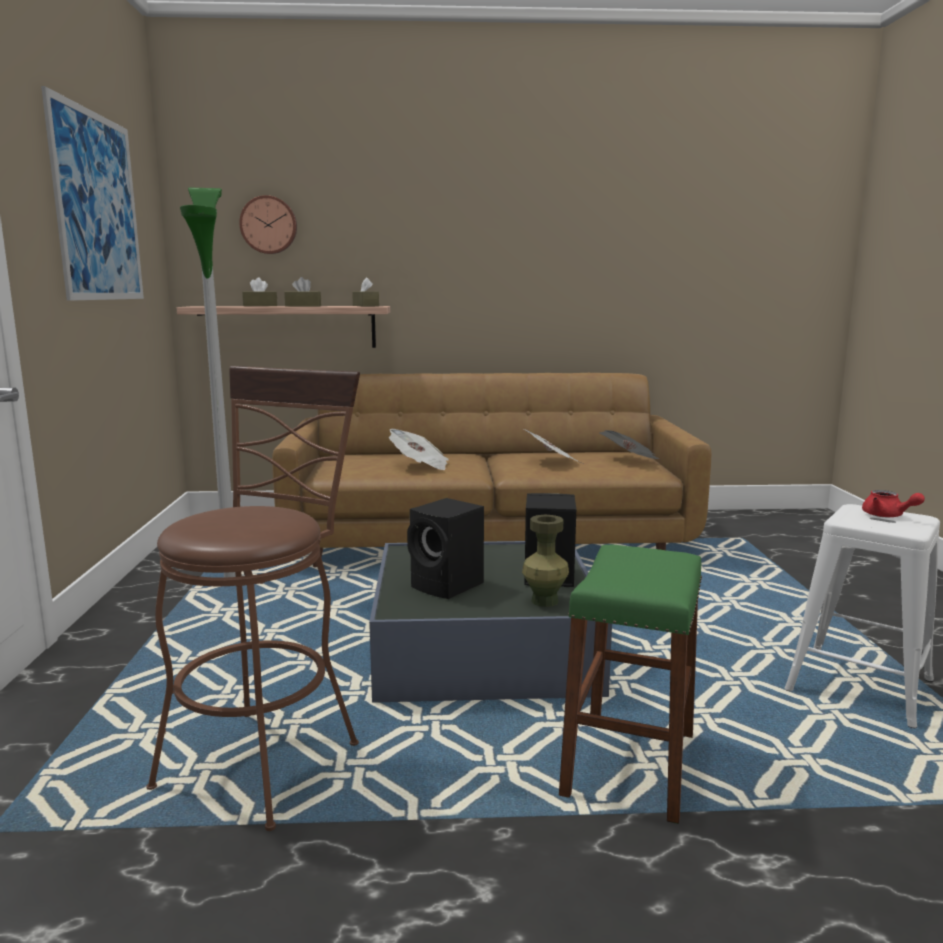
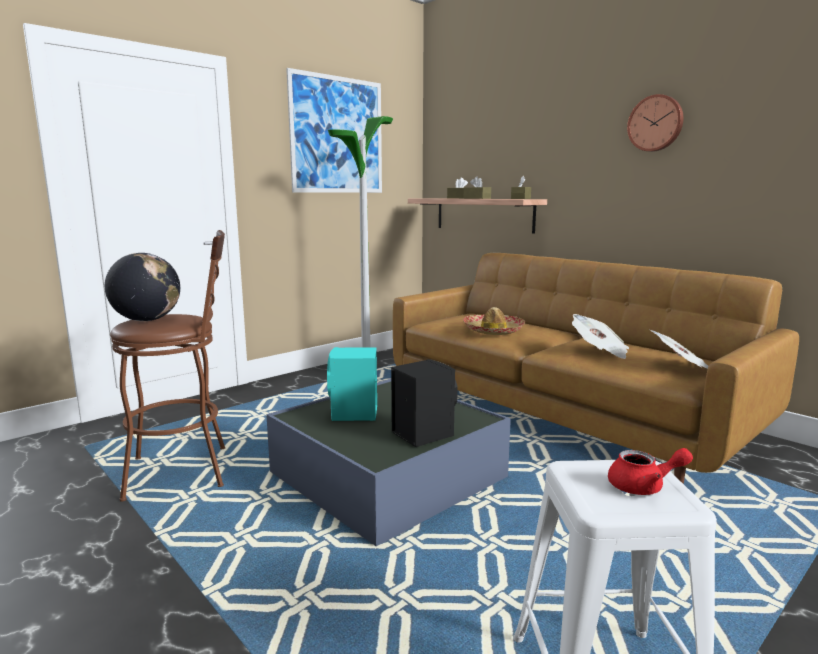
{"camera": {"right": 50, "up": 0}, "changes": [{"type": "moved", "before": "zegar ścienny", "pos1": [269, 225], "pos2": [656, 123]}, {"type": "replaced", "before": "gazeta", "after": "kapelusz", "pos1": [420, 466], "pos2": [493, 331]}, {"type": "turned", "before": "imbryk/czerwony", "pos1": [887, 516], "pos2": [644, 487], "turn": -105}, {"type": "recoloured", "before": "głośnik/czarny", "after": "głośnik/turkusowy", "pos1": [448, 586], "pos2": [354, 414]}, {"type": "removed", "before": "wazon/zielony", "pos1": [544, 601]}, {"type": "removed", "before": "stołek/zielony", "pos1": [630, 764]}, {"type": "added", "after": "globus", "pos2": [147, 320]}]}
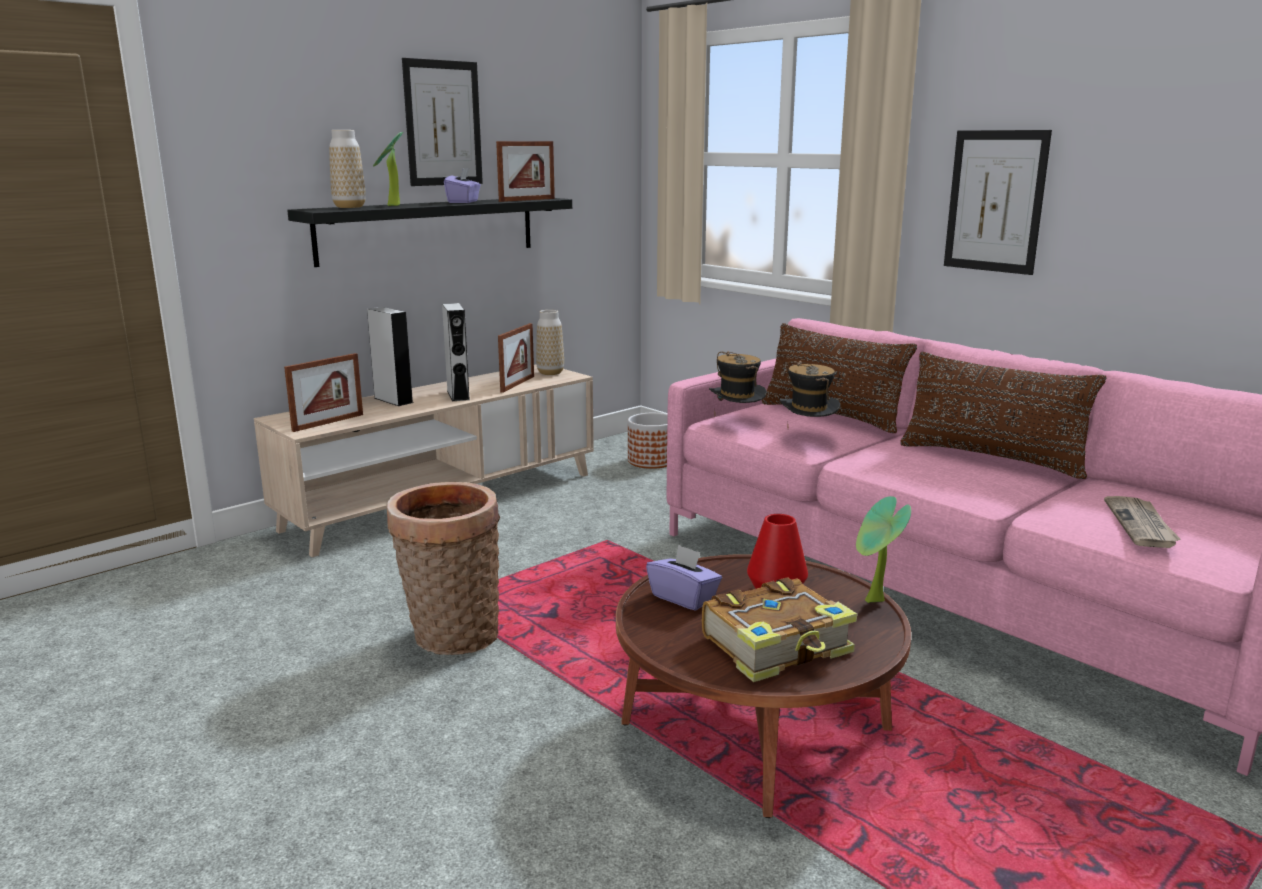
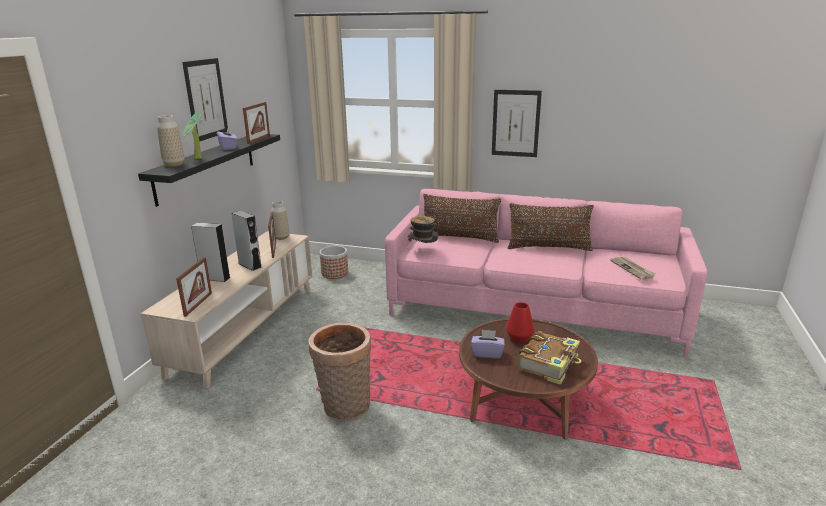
{"camera": {"right": -30, "up": 5}, "changes": [{"type": "removed", "before": "kapelusz", "pos1": [807, 438]}, {"type": "removed", "before": "roślina doniczkowa", "pos1": [874, 602]}]}
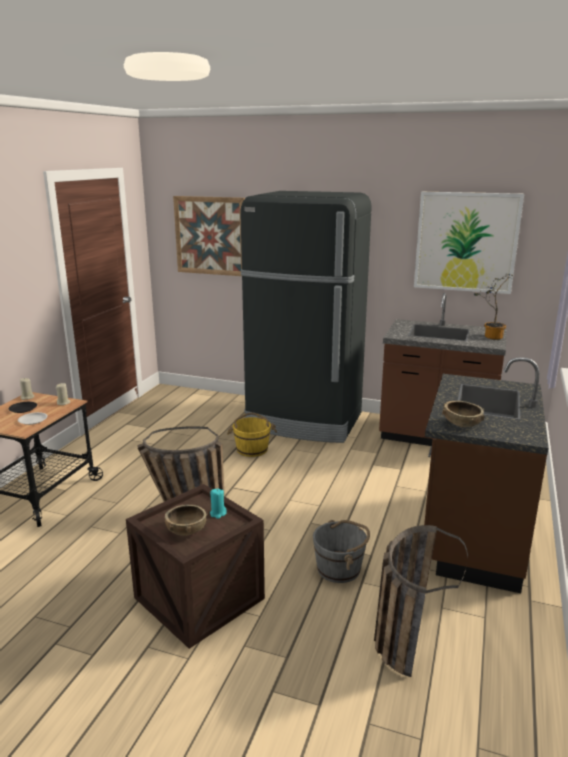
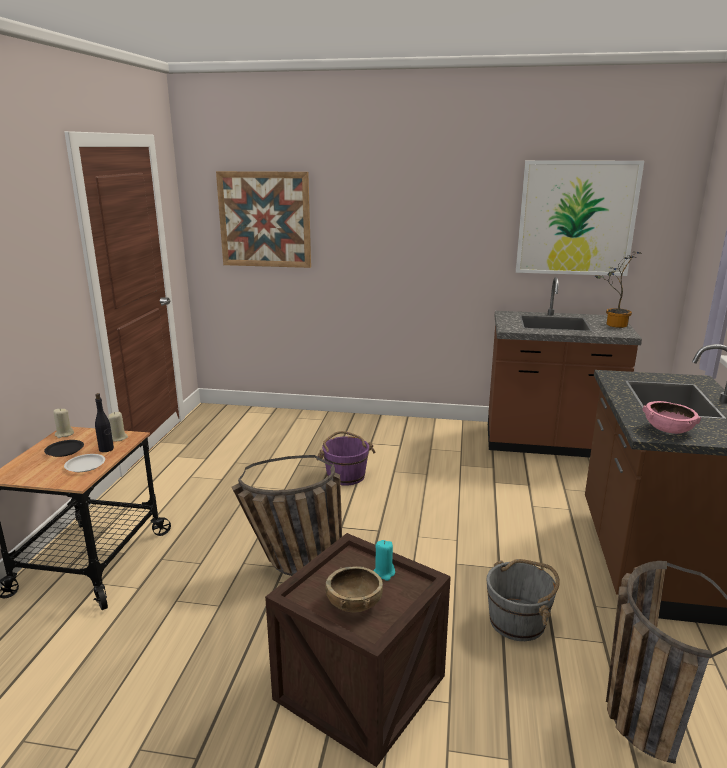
{"camera": {"right": -10, "up": 0}, "changes": [{"type": "removed", "before": "lodówka/czarny", "pos1": [304, 421]}, {"type": "recoloured", "before": "miska/brązowy", "after": "miska/różowy", "pos1": [461, 424], "pos2": [667, 430]}, {"type": "recoloured", "before": "wiadro/żółty", "after": "wiadro/fioletowy", "pos1": [252, 449], "pos2": [346, 475]}, {"type": "added", "after": "butelka/czarny", "pos2": [106, 449]}]}
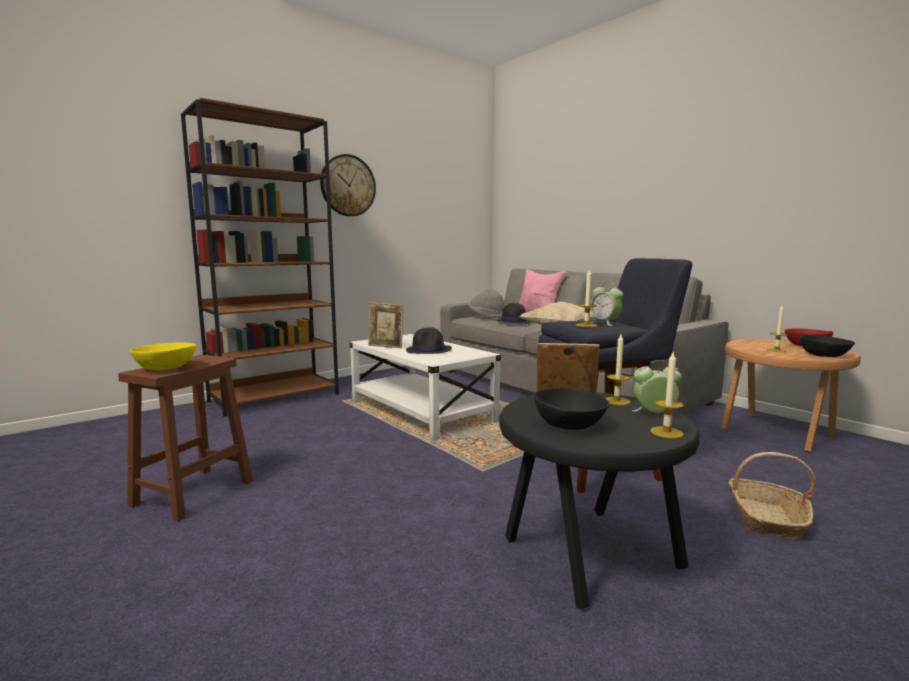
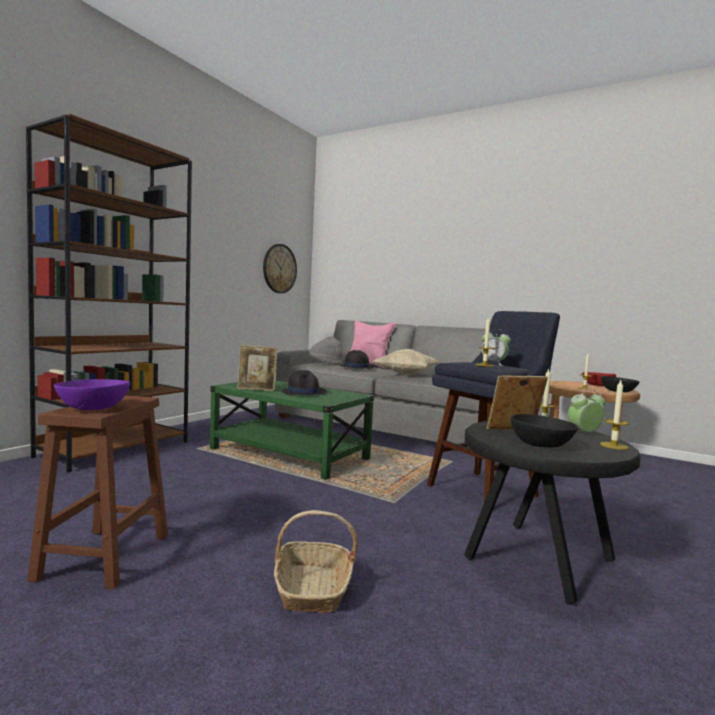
{"camera": {"right": -20, "up": -5}, "changes": [{"type": "moved", "before": "zegar ścienny", "pos1": [348, 185], "pos2": [279, 268]}, {"type": "recoloured", "before": "ława/biały", "after": "ława/zielony", "pos1": [421, 411], "pos2": [289, 454]}, {"type": "recoloured", "before": "miska/żółty", "after": "miska/fioletowy", "pos1": [165, 368], "pos2": [92, 408]}, {"type": "moved", "before": "koszyk", "pos1": [766, 518], "pos2": [312, 588]}]}
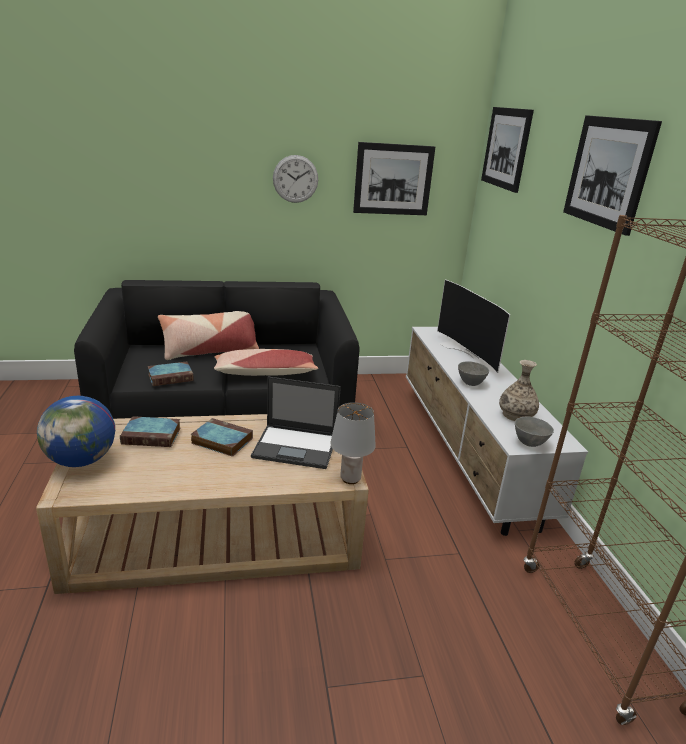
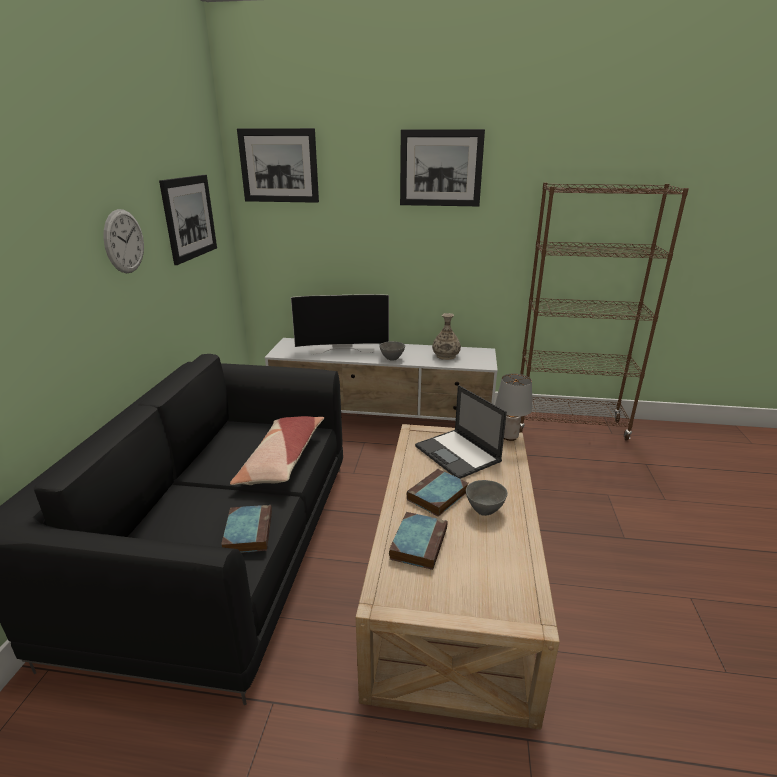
{"camera": {"right": -70, "up": 0}, "changes": [{"type": "removed", "before": "poduszka", "pos1": [210, 352]}, {"type": "turned", "before": "laptop", "pos1": [296, 447], "pos2": [458, 454], "turn": 120}, {"type": "removed", "before": "globus", "pos1": [82, 460]}, {"type": "moved", "before": "miska/szary", "pos1": [530, 443], "pos2": [484, 510]}]}
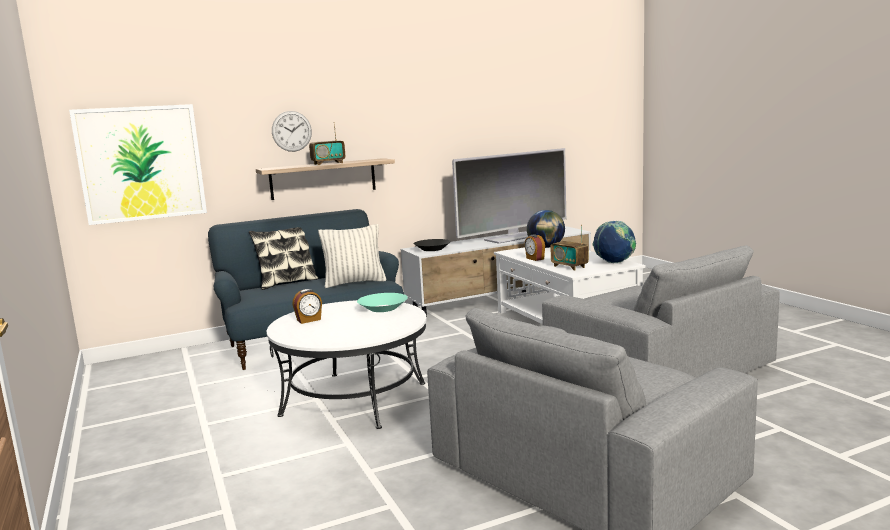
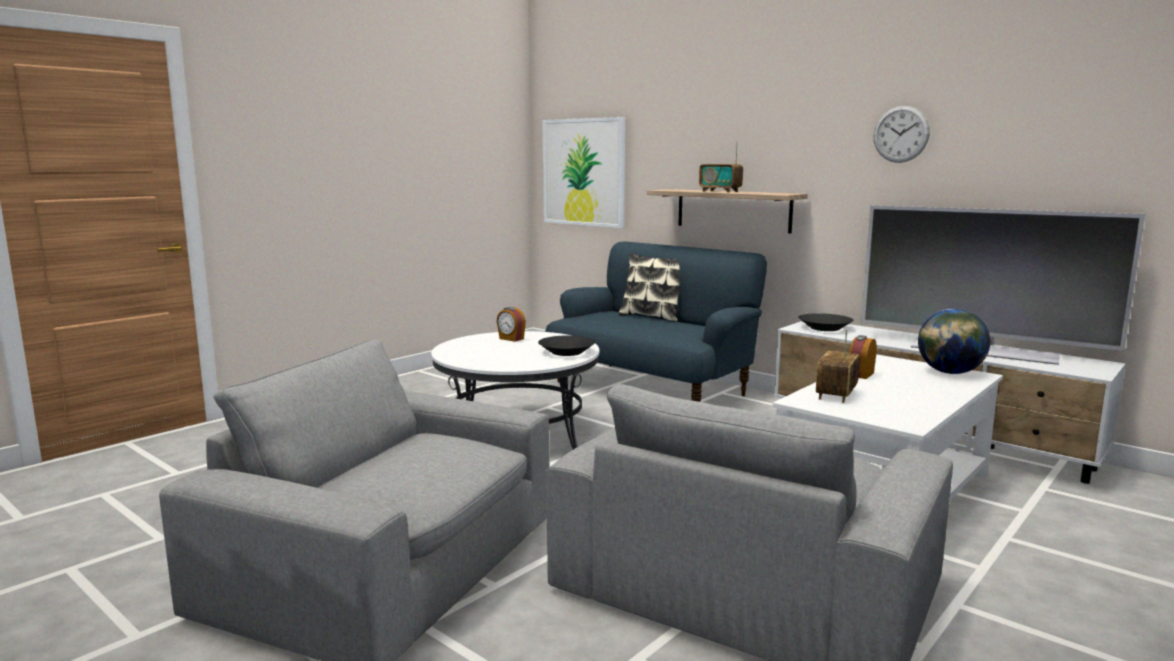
{"camera": {"right": 65, "up": 0}, "changes": [{"type": "moved", "before": "zegar ścienny", "pos1": [291, 131], "pos2": [901, 134]}, {"type": "removed", "before": "globus", "pos1": [614, 263]}, {"type": "removed", "before": "poduszka", "pos1": [354, 283]}, {"type": "recoloured", "before": "miska/turkusowy", "after": "miska/czarny", "pos1": [382, 308], "pos2": [566, 352]}]}
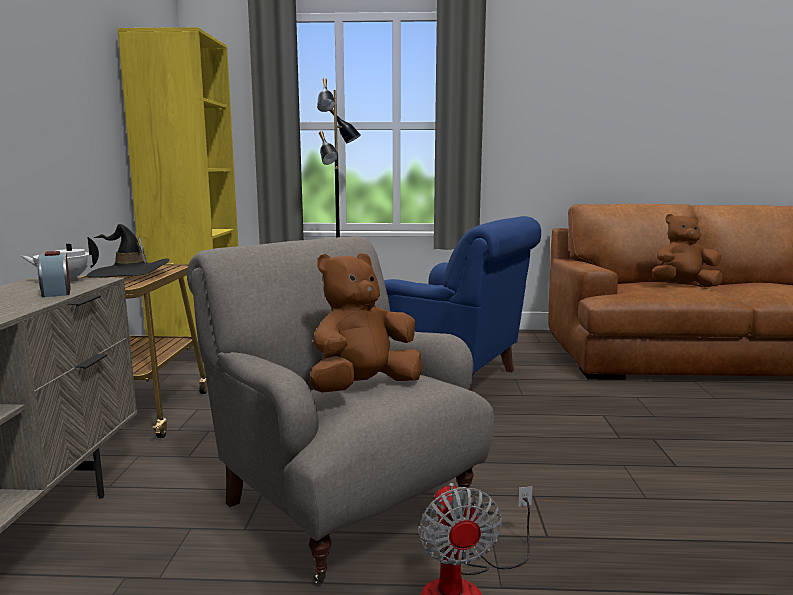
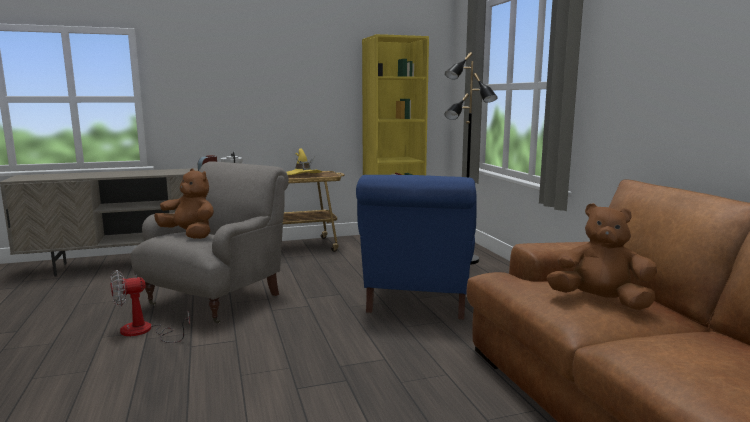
{"camera": {"right": 70, "up": 0}, "changes": [{"type": "turned", "before": "pluszak/brązowy", "pos1": [683, 286], "pos2": [600, 301], "turn": -45}, {"type": "recoloured", "before": "kapelusz/czarny", "after": "kapelusz/żółty", "pos1": [128, 274], "pos2": [302, 174]}]}
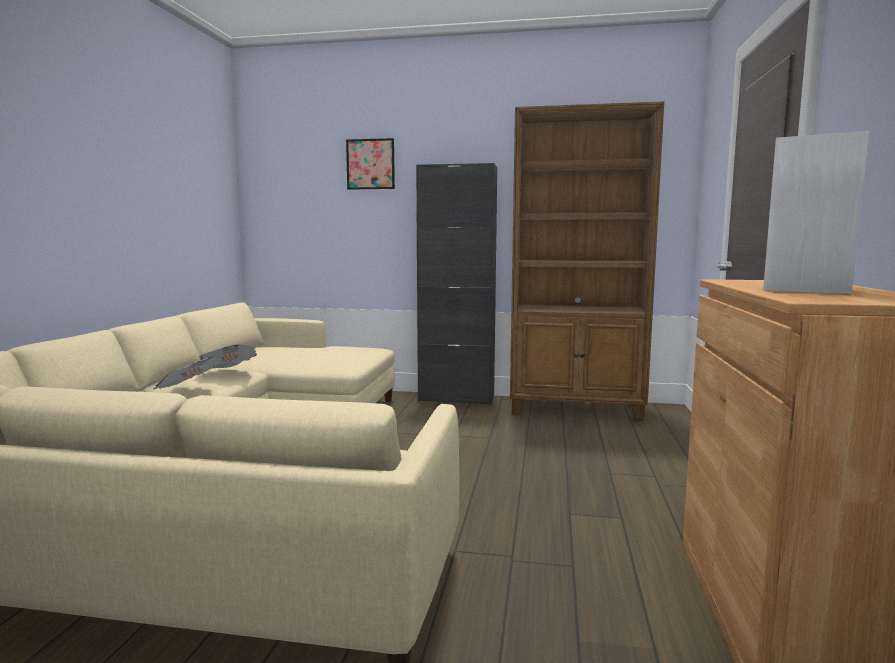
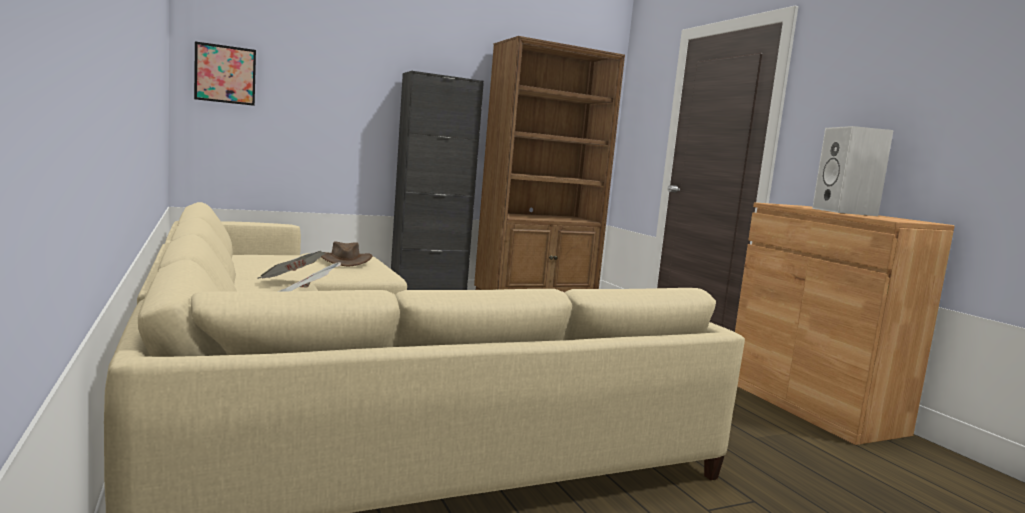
{"camera": {"right": -35, "up": 0}, "changes": [{"type": "moved", "before": "obraz", "pos1": [370, 164], "pos2": [225, 74]}, {"type": "added", "after": "kapelusz/brązowy", "pos2": [345, 260]}]}
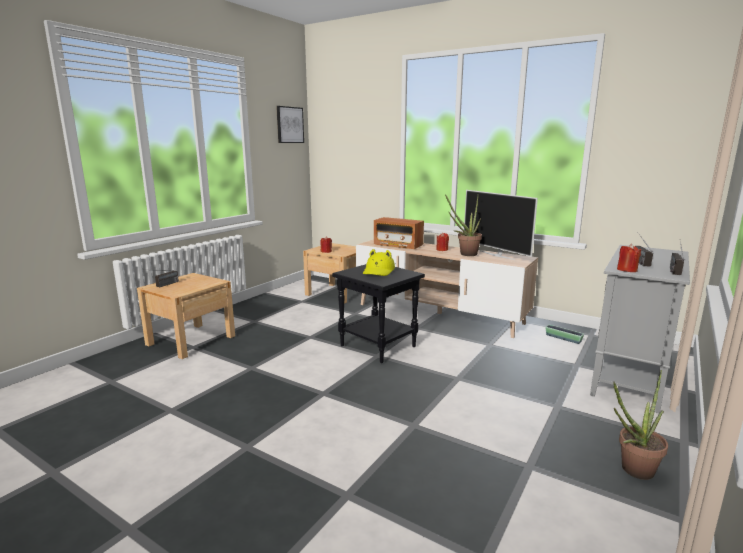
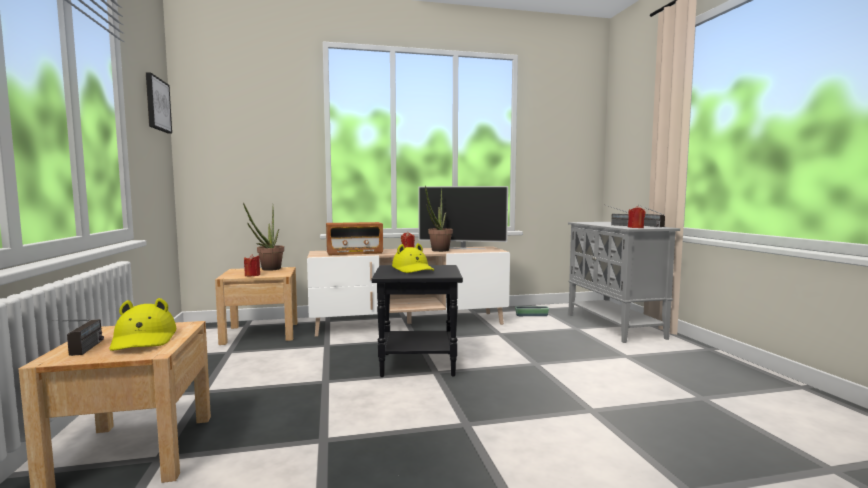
{"camera": {"right": -45, "up": -10}, "changes": [{"type": "moved", "before": "roślina doniczkowa", "pos1": [632, 471], "pos2": [268, 269]}, {"type": "added", "after": "kapelusz/żółty", "pos2": [144, 339]}]}
